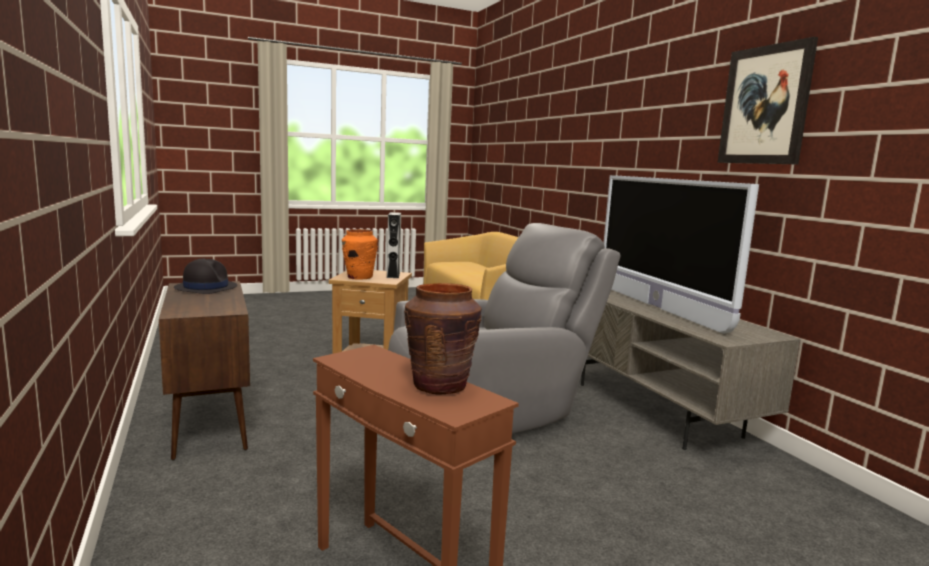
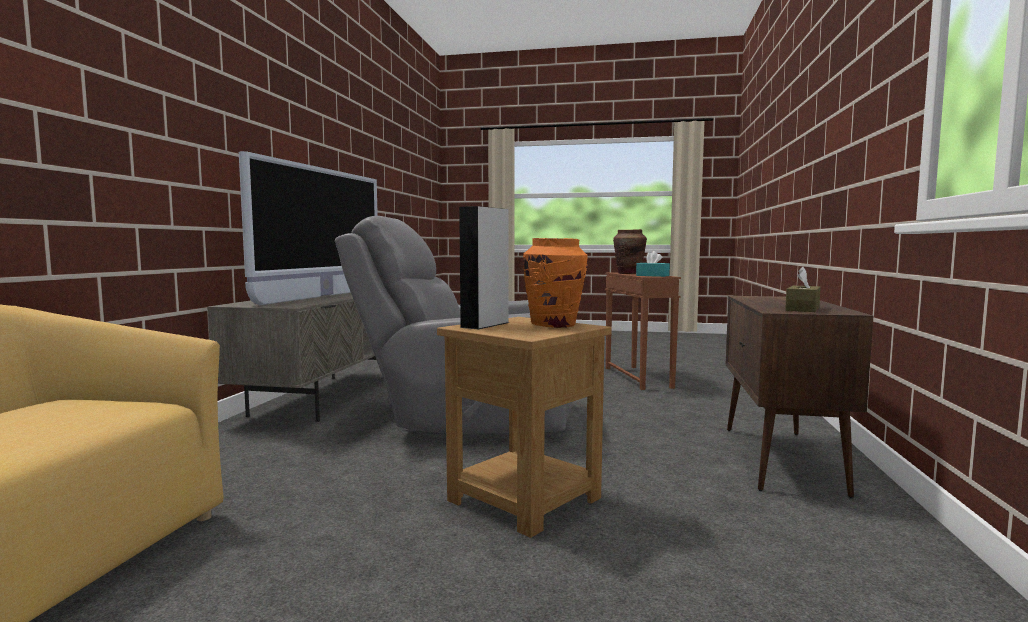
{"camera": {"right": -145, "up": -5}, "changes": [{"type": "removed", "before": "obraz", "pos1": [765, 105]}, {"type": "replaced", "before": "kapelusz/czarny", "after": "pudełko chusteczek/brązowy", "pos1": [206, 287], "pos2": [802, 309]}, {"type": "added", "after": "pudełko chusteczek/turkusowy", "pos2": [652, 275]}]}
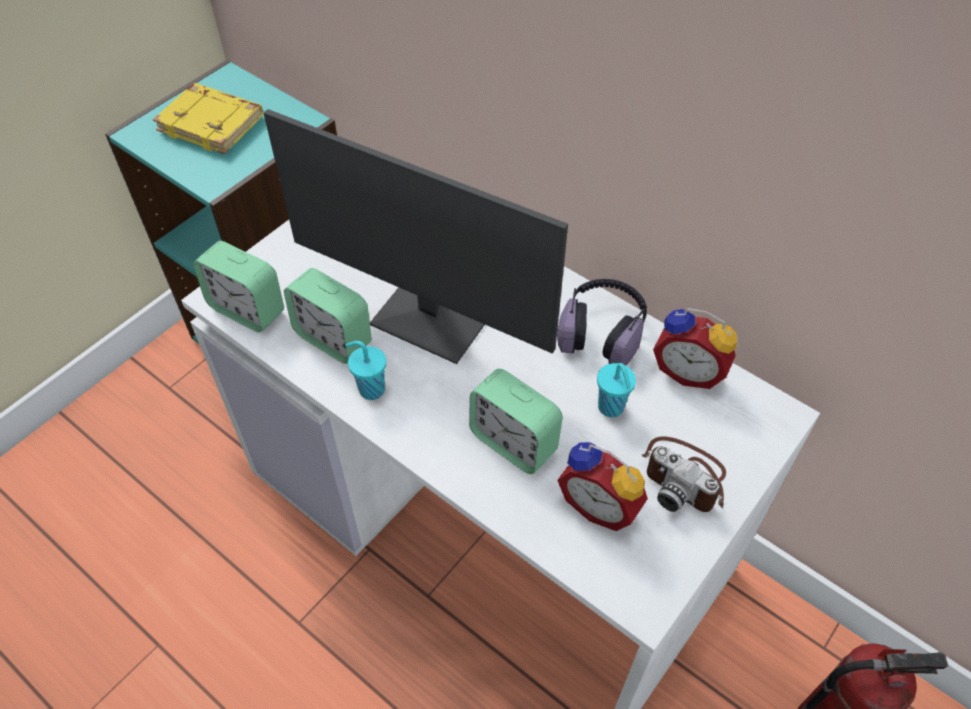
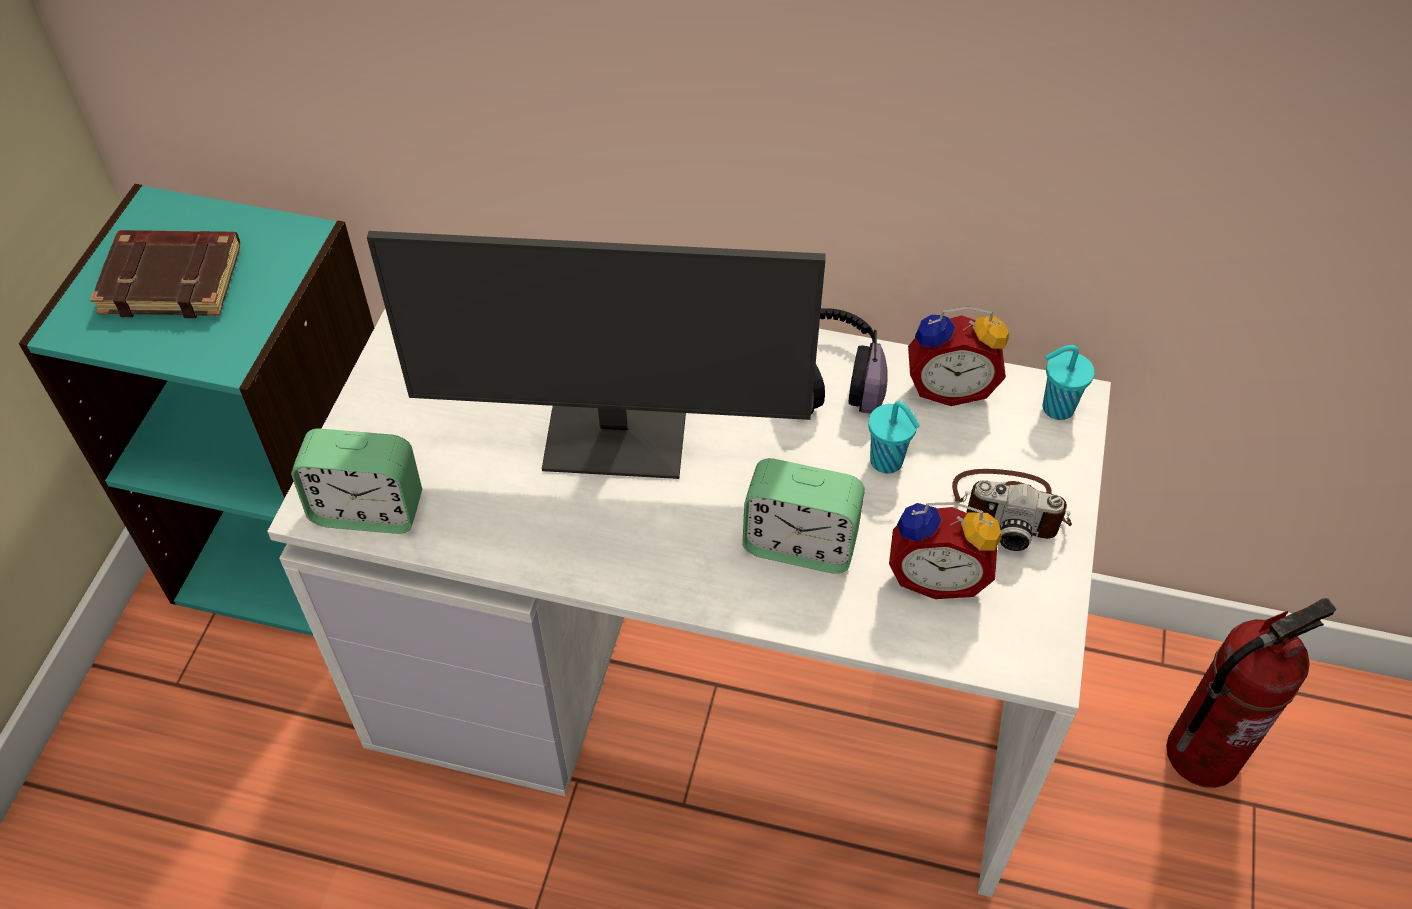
{"camera": {"right": -25, "up": 0}, "changes": [{"type": "recoloured", "before": "książka/żółty", "after": "książka/brązowy", "pos1": [213, 124], "pos2": [174, 279]}, {"type": "removed", "before": "budzik", "pos1": [333, 338]}, {"type": "moved", "before": "filiżanka/turkusowy", "pos1": [370, 389], "pos2": [1055, 408]}]}
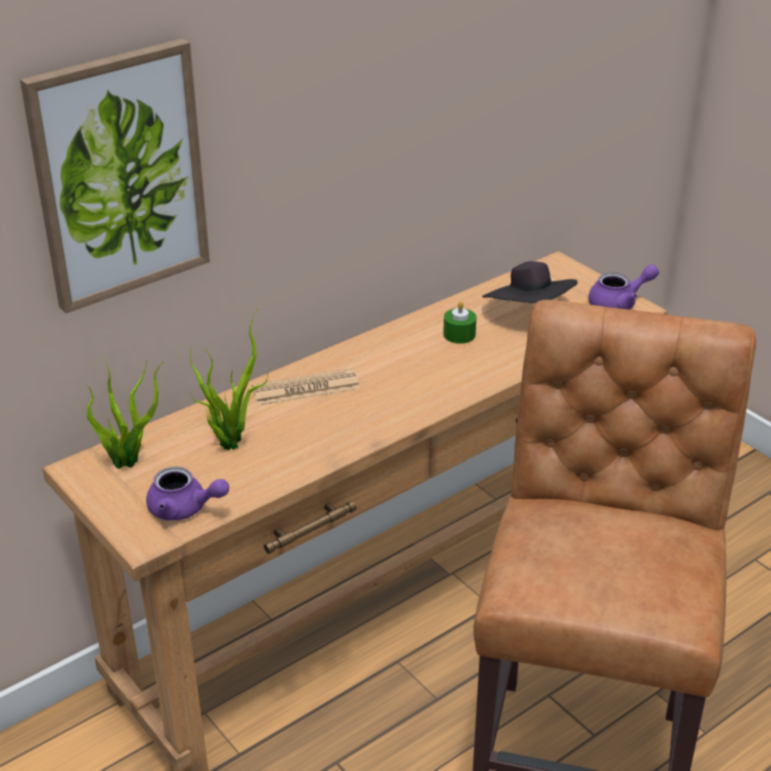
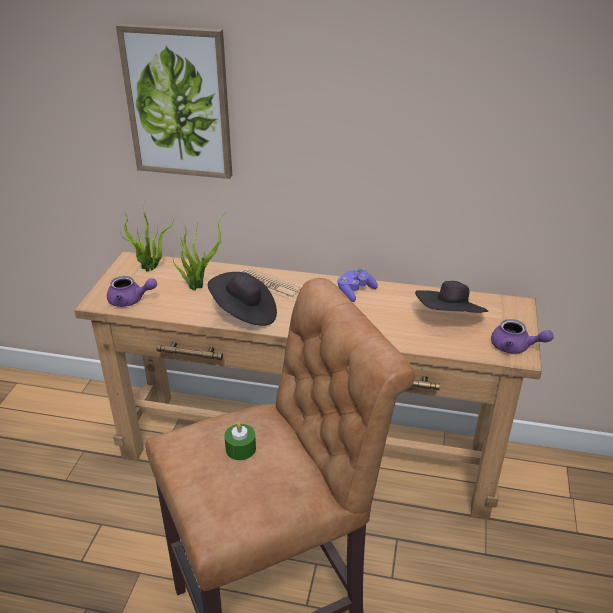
{"camera": {"right": 50, "up": 0}, "changes": [{"type": "moved", "before": "świeca/zielony", "pos1": [459, 334], "pos2": [240, 448]}, {"type": "turned", "before": "imbryk/fioletowy", "pos1": [184, 509], "pos2": [130, 300], "turn": -60}, {"type": "added", "after": "pad do gier/fioletowy", "pos2": [355, 291]}, {"type": "added", "after": "kapelusz/czarny", "pos2": [244, 313]}]}
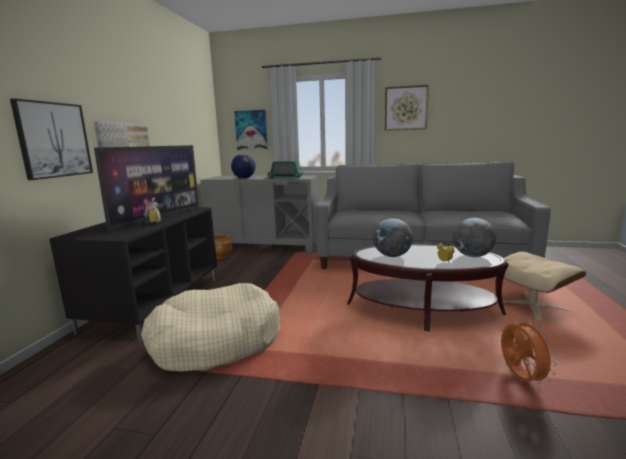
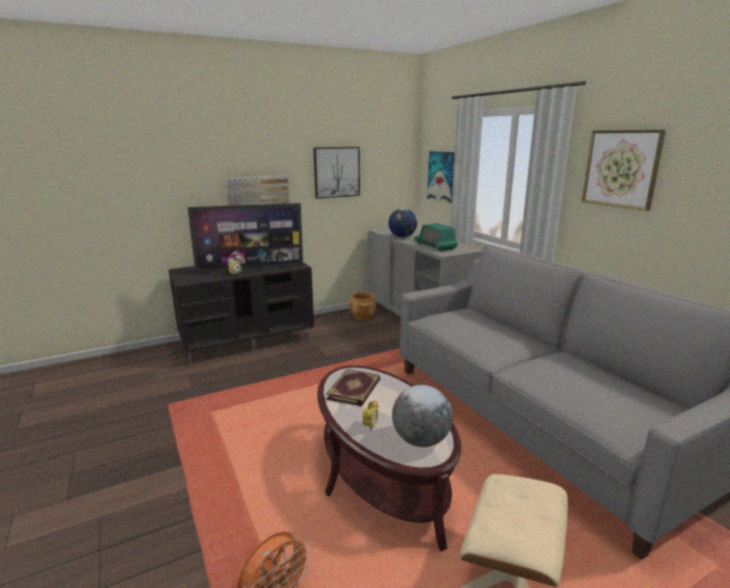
{"camera": {"right": 50, "up": 5}, "changes": [{"type": "moved", "before": "obraz", "pos1": [54, 140], "pos2": [336, 172]}, {"type": "replaced", "before": "globus", "after": "książka", "pos1": [392, 256], "pos2": [355, 389]}, {"type": "removed", "before": "legowisko/beżowy", "pos1": [215, 340]}]}
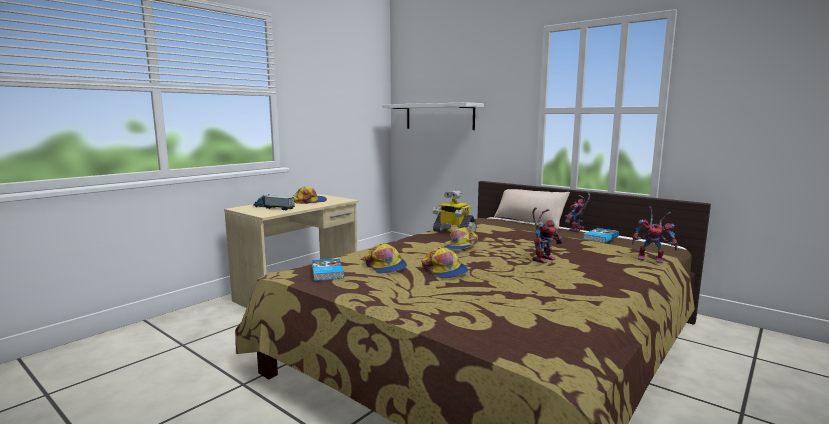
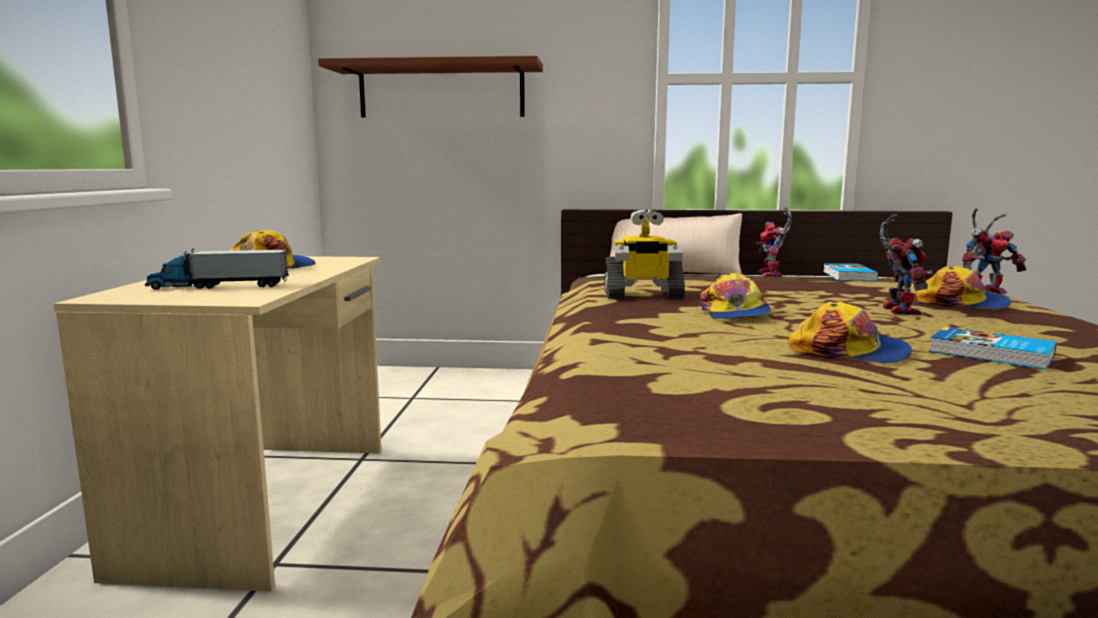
{"camera": {"right": -35, "up": 0}, "changes": [{"type": "recoloured", "before": "półka/biały", "after": "półka/brązowy", "pos1": [439, 116], "pos2": [441, 91]}, {"type": "moved", "before": "czapka z daszkiem", "pos1": [386, 266], "pos2": [962, 303]}, {"type": "moved", "before": "książka", "pos1": [326, 272], "pos2": [991, 354]}]}
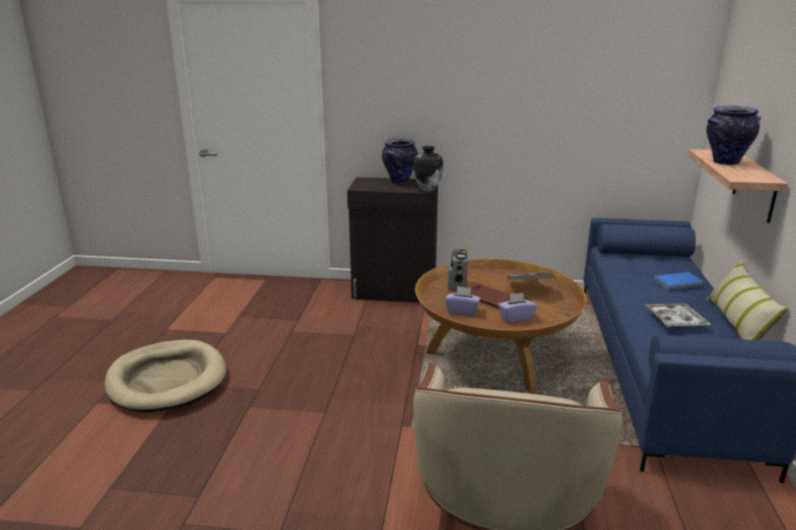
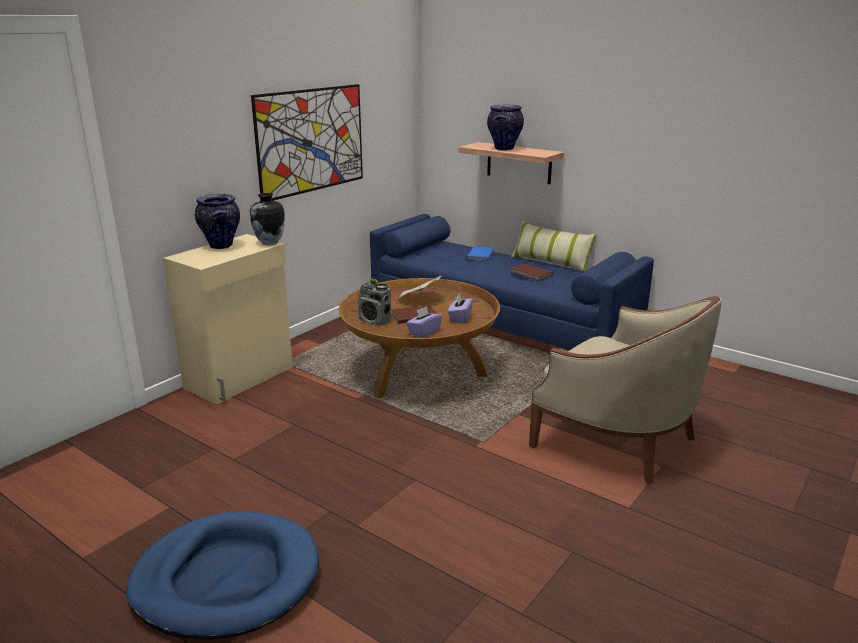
{"camera": {"right": -60, "up": 0}, "changes": [{"type": "recoloured", "before": "szafka/czarny", "after": "szafka/beżowy", "pos1": [394, 292], "pos2": [241, 377]}, {"type": "replaced", "before": "taca", "after": "książka/brązowy", "pos1": [676, 321], "pos2": [531, 274]}, {"type": "recoloured", "before": "legowisko/beżowy", "after": "legowisko/niebieski", "pos1": [167, 380], "pos2": [227, 579]}, {"type": "added", "after": "obraz", "pos2": [311, 140]}]}
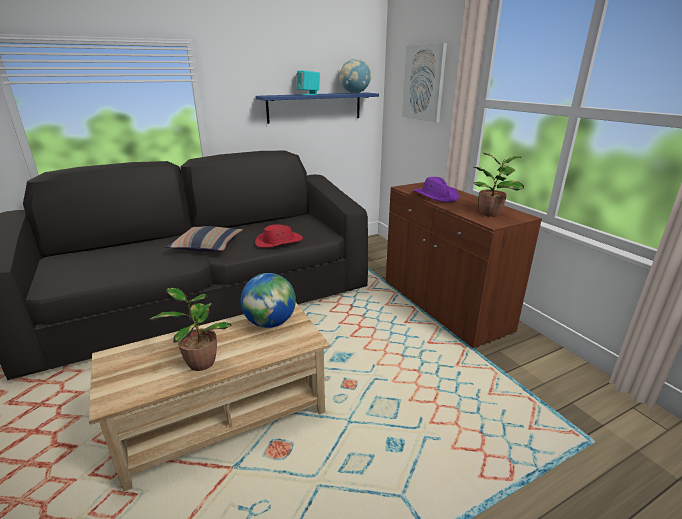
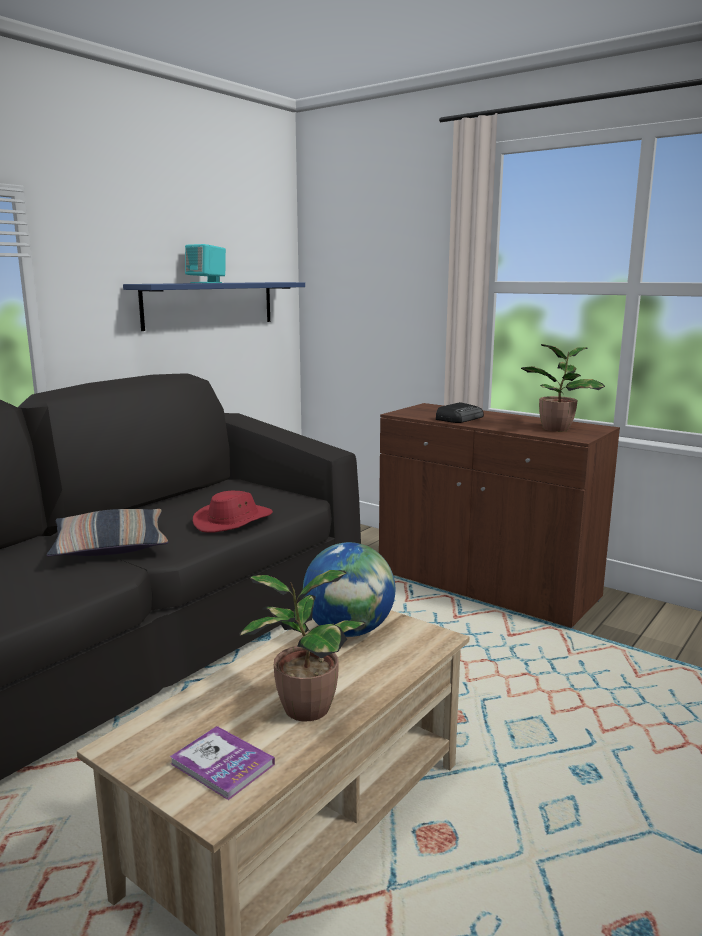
{"camera": {"right": -25, "up": -10}, "changes": [{"type": "removed", "before": "obraz", "pos1": [424, 83]}, {"type": "removed", "before": "globus", "pos1": [355, 93]}, {"type": "replaced", "before": "kapelusz/fioletowy", "after": "radio", "pos1": [436, 196], "pos2": [460, 418]}, {"type": "added", "after": "książka", "pos2": [222, 764]}]}
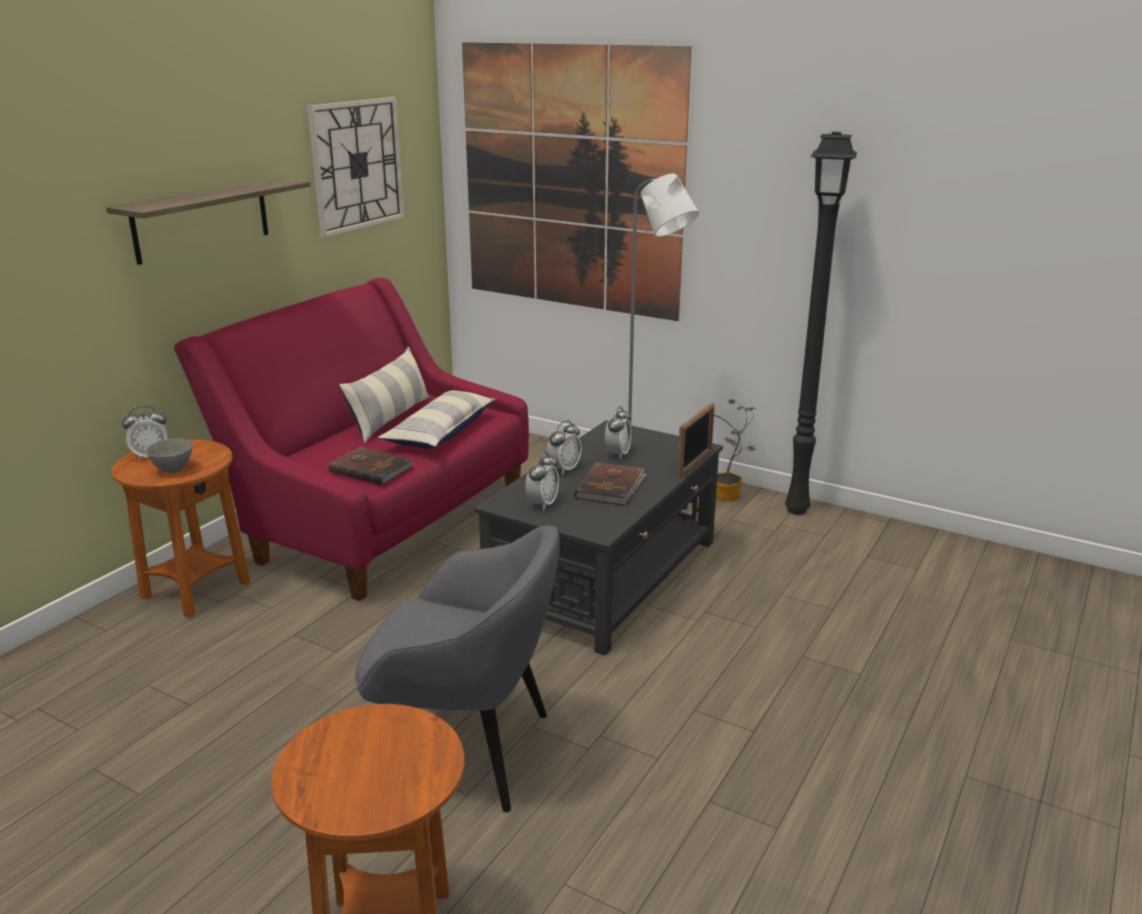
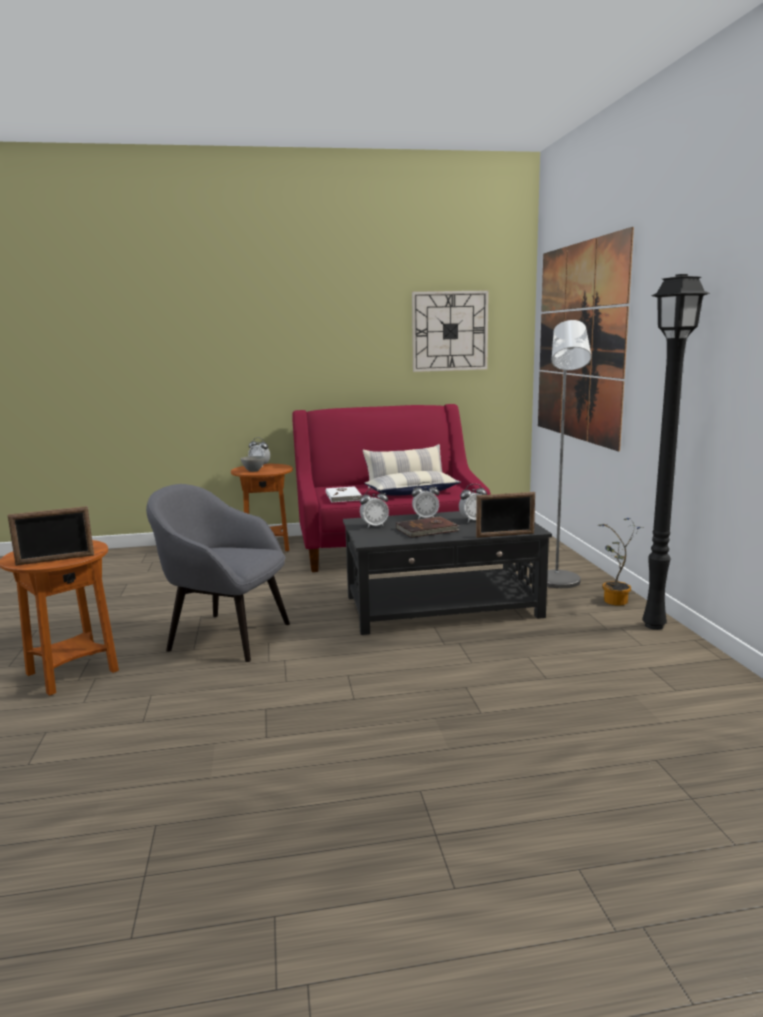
{"camera": {"right": 50, "up": -10}, "changes": [{"type": "removed", "before": "półka", "pos1": [202, 220]}, {"type": "recoloured", "before": "książka/brązowy", "after": "książka/biały", "pos1": [371, 468], "pos2": [344, 496]}, {"type": "turned", "before": "fotel/szary", "pos1": [466, 750], "pos2": [227, 636], "turn": 135}, {"type": "added", "after": "ramka na zdjęcie", "pos2": [55, 560]}]}
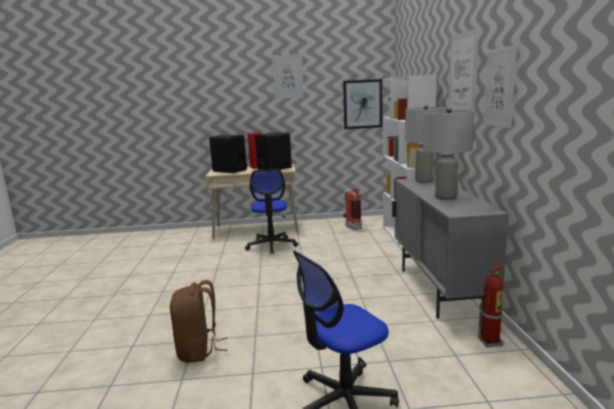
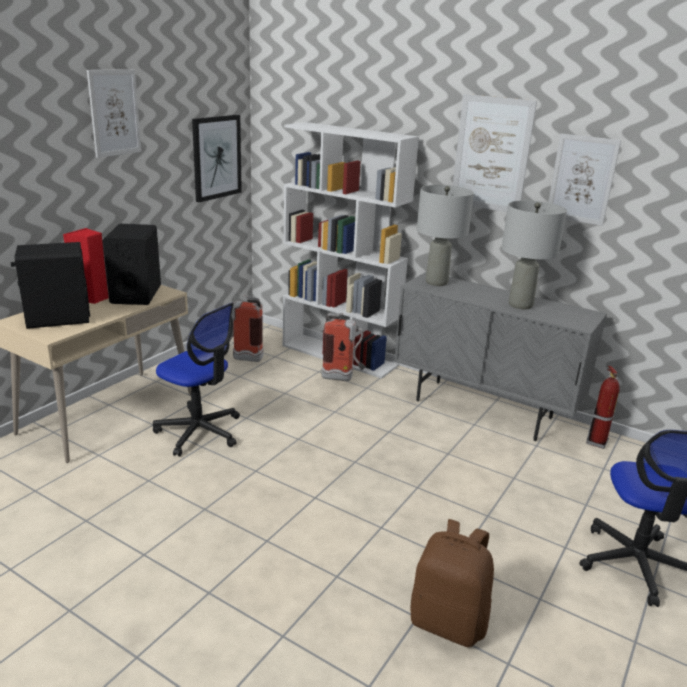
{"camera": {"right": -55, "up": 10}, "changes": [{"type": "added", "after": "gaśnica", "pos2": [343, 378]}]}
